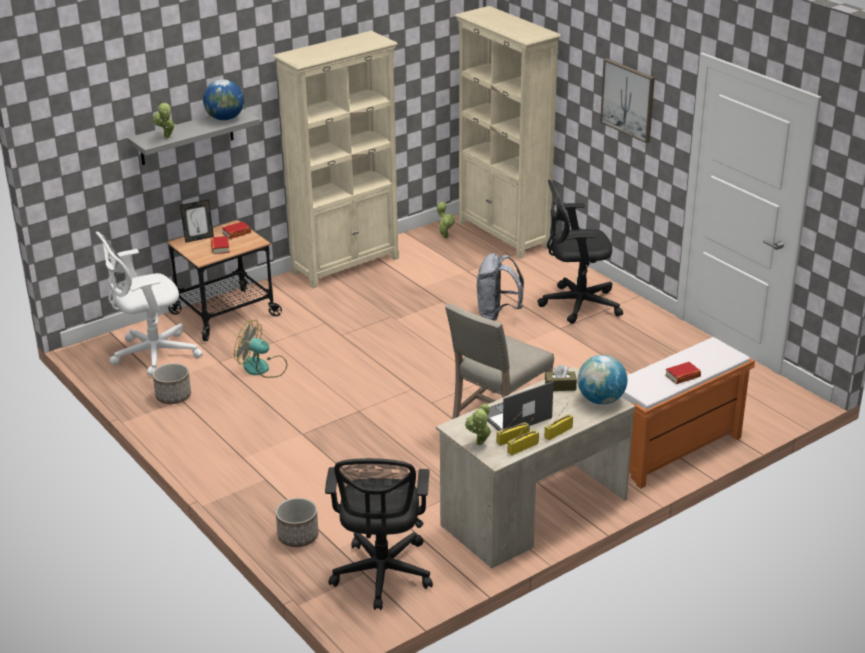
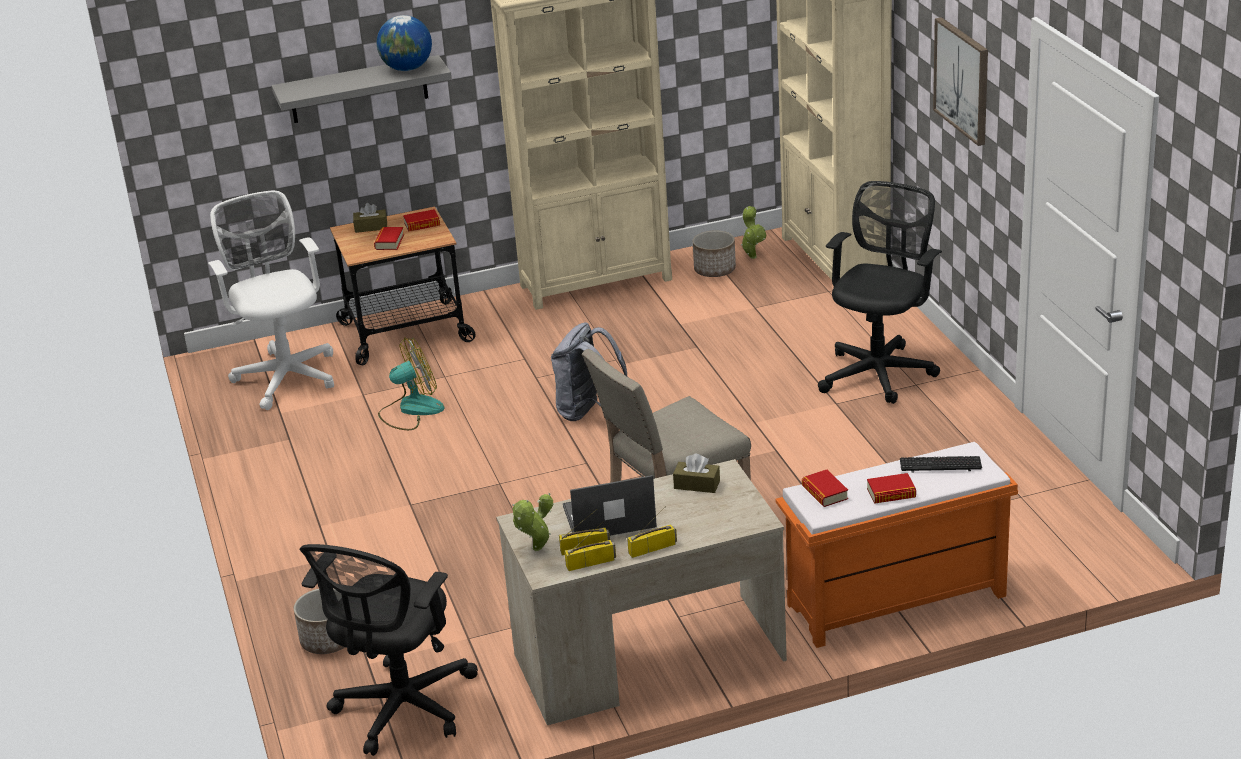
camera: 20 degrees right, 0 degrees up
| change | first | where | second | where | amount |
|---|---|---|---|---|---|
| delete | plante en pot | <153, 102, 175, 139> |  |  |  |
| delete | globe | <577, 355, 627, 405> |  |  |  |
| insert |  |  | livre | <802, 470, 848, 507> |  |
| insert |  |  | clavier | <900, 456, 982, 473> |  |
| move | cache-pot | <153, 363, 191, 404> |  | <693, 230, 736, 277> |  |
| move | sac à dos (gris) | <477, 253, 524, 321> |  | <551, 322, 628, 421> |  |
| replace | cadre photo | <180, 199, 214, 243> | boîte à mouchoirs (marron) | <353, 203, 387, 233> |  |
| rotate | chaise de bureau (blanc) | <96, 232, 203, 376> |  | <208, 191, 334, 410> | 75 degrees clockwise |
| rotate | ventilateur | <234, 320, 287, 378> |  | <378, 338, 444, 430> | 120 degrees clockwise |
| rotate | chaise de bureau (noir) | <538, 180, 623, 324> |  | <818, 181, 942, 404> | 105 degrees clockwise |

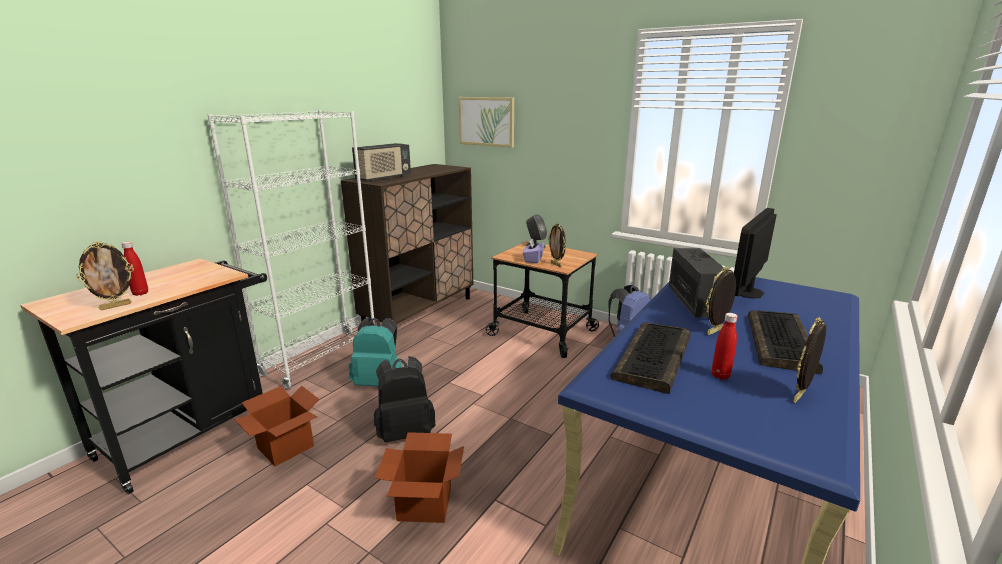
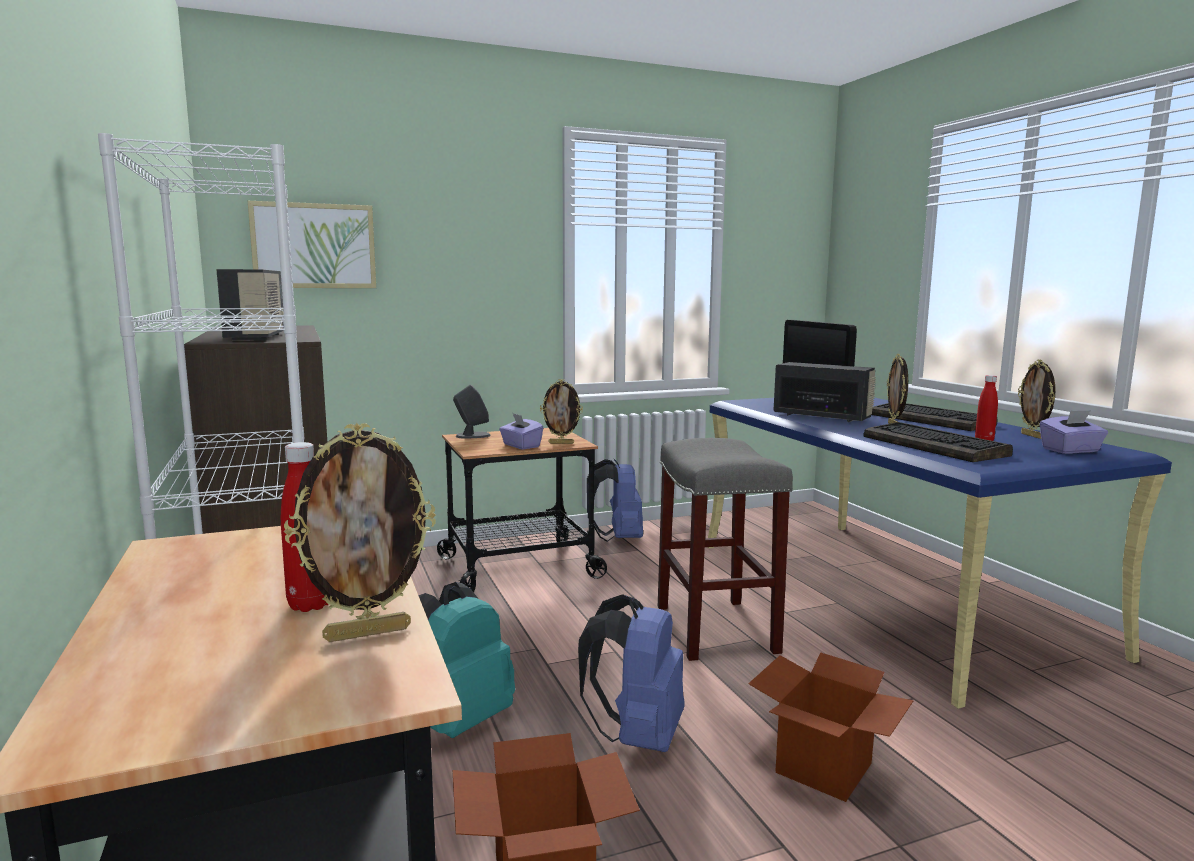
camera: 55 degrees left, 10 degrees down
| change | first | where | second | where | amount |
|---|---|---|---|---|---|
| insert |  |  | tabouret (gris) | <658, 438, 793, 661> |  |
| insert |  |  | boîte à mouchoirs (violet) | <1039, 410, 1108, 454> |  |
| recolor | sac à dos (noir) | <374, 356, 435, 442> | sac à dos (bleu) | <578, 594, 685, 752> |  |
| rotate | cadre photo | <76, 241, 134, 310> |  | <284, 423, 436, 642> | 75 degrees clockwise |

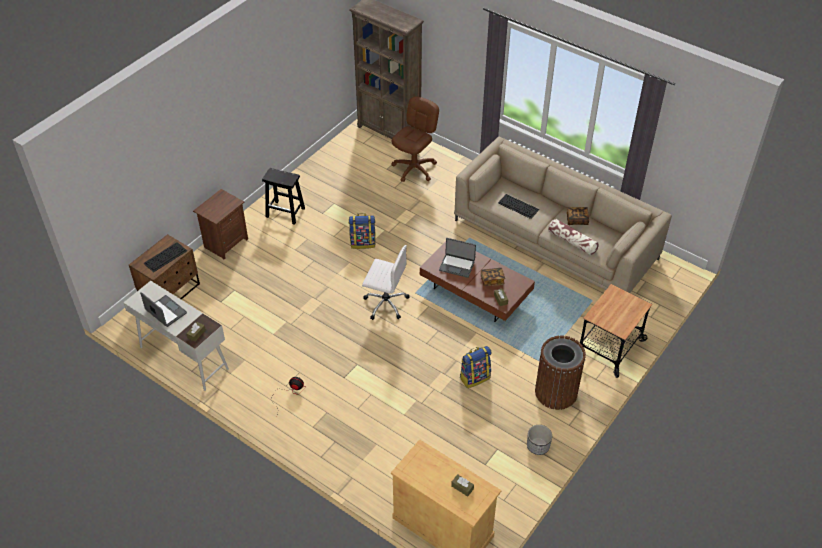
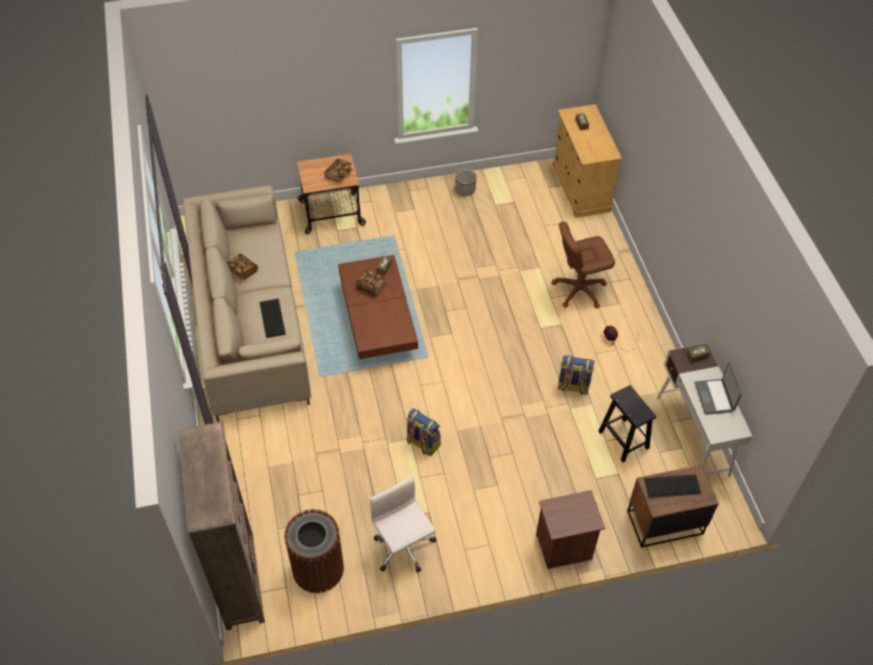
camera: 140 degrees left, 5 degrees up
| change | first | where | second | where | amount |
|---|---|---|---|---|---|
| delete | ordinateur portable | <439, 238, 476, 278> |  |  |  |
| delete | coussin | <548, 219, 599, 255> |  |  |  |
| insert |  |  | livre | <324, 159, 352, 182> |  |
| move | tabouret (noir) | <262, 168, 305, 225> |  | <598, 385, 656, 462> |  |
| move | chaise de bureau (blanc) | <362, 245, 410, 320> |  | <369, 476, 436, 573> |  |
| move | chaise de bureau (marron) | <391, 97, 439, 182> |  | <551, 222, 615, 308> |  |
| move | sac à dos | <460, 346, 492, 388> |  | <558, 355, 595, 395> |  |
| move | poubelle (marron) | <535, 335, 586, 410> |  | <284, 509, 344, 593> |  |

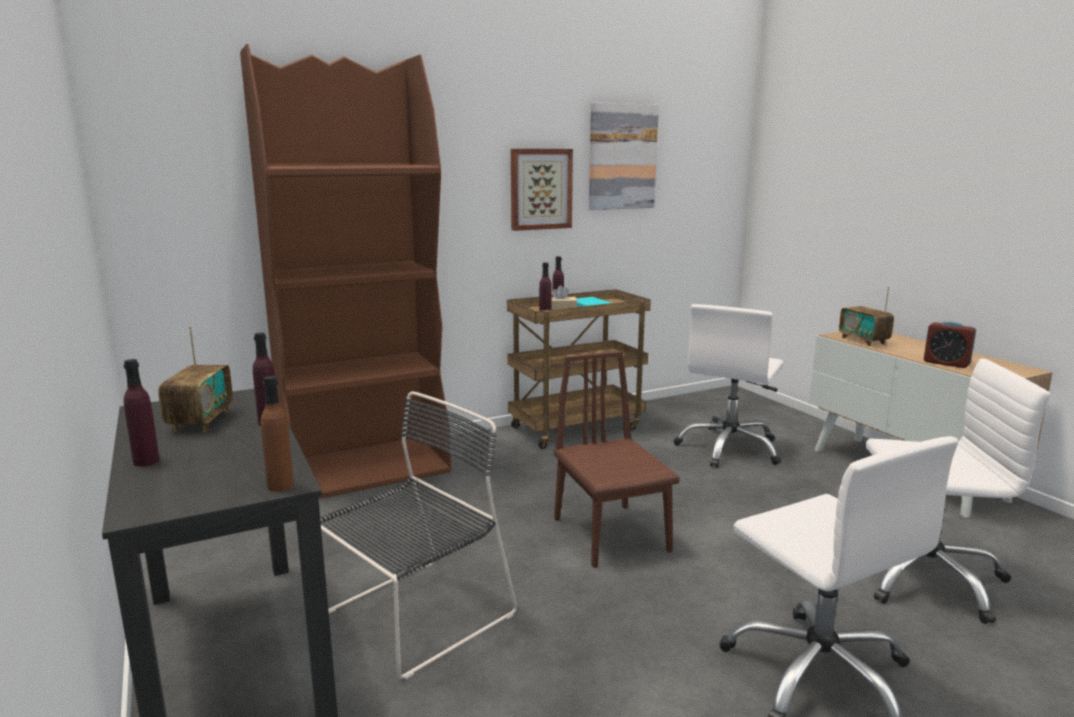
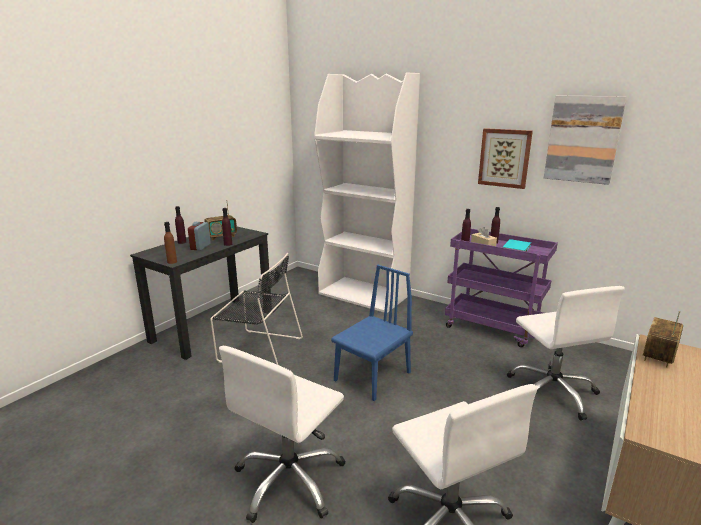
camera: 60 degrees right, 5 degrees up
| change | first | where | second | where | amount |
|---|---|---|---|---|---|
| move | réveil | <924, 321, 976, 368> |  | <188, 222, 211, 251> |  |
| recolor | bibliothèque (marron) | <240, 44, 451, 499> | bibliothèque (blanc) | <314, 72, 420, 313> |  |
| recolor | chariot (marron) | <507, 289, 651, 449> | chariot (violet) | <445, 229, 558, 347> |  |
| recolor | chaise (marron) | <554, 351, 680, 568> | chaise (bleu) | <331, 265, 413, 401> |  |
| rotate | chaise de bureau (blanc) | <674, 304, 783, 468> |  | <507, 286, 625, 421> | 105 degrees counterclockwise |

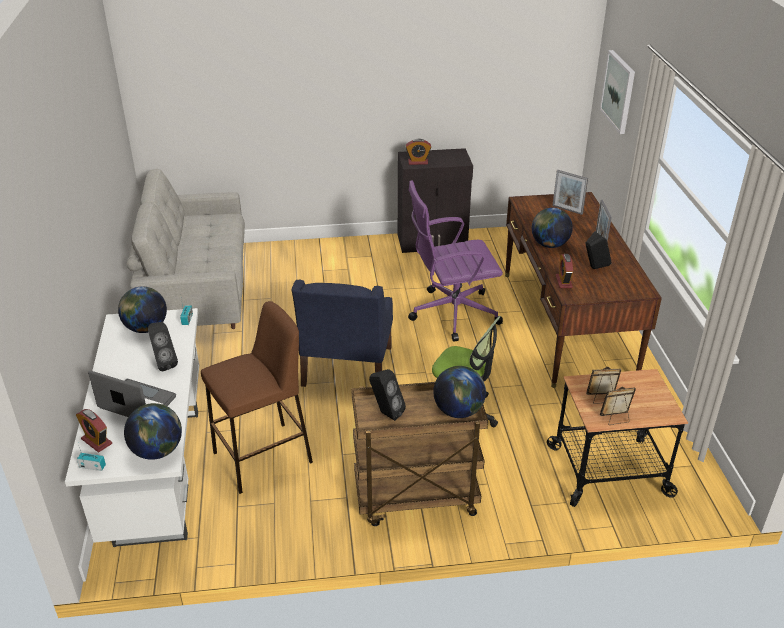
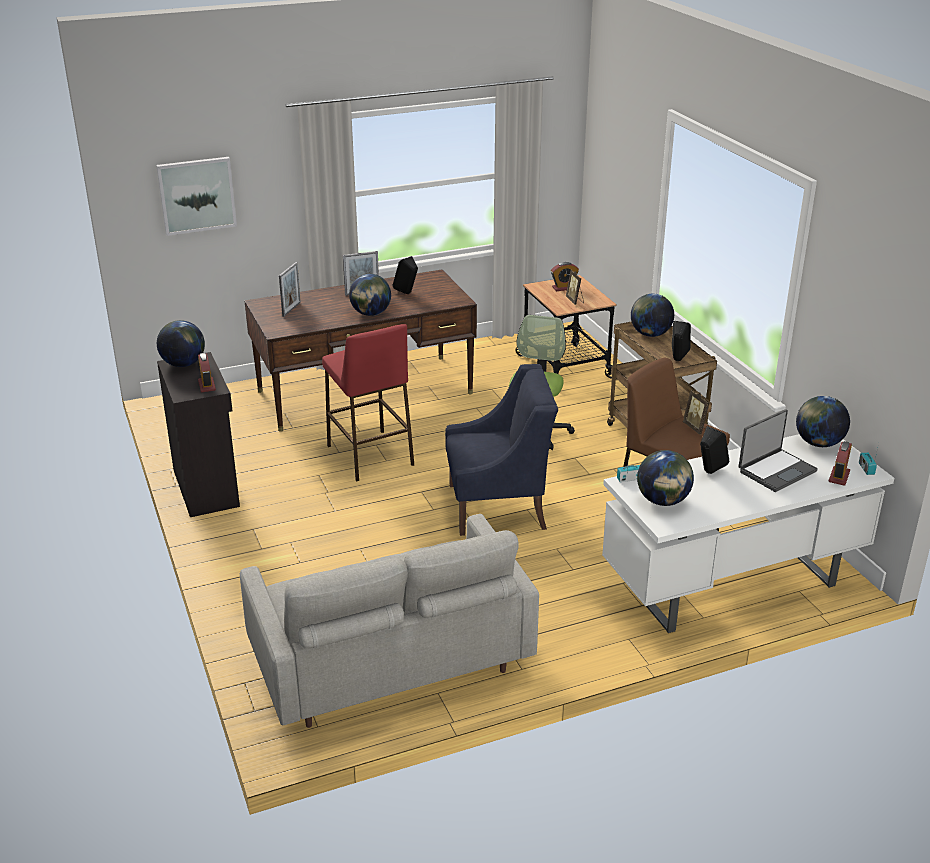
camera: 105 degrees left, 5 degrees down
| change | first | where | second | where | amount |
|---|---|---|---|---|---|
| insert |  |  | globe | <157, 320, 205, 367> |  |
| move | réveil | <556, 254, 573, 288> |  | <551, 262, 579, 291> |  |
| move | cadre photo | <600, 387, 636, 425> |  | <683, 390, 709, 435> |  |
| replace | chaise de bureau (violet) | <408, 180, 503, 341> | tabouret (rouge) | <322, 324, 414, 481> |  |
| rotate | ordinateur portable | <88, 370, 176, 417> |  | <739, 409, 818, 492> | 135 degrees counterclockwise |

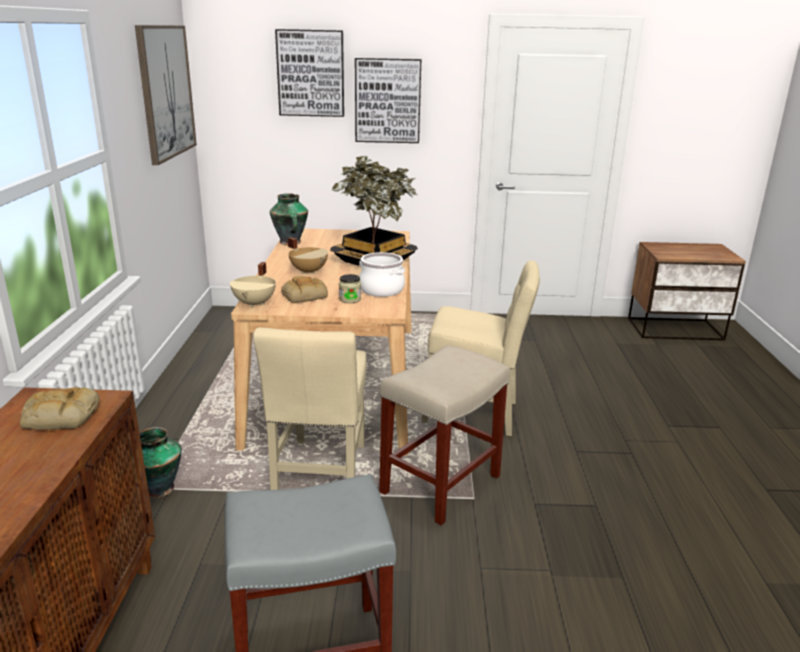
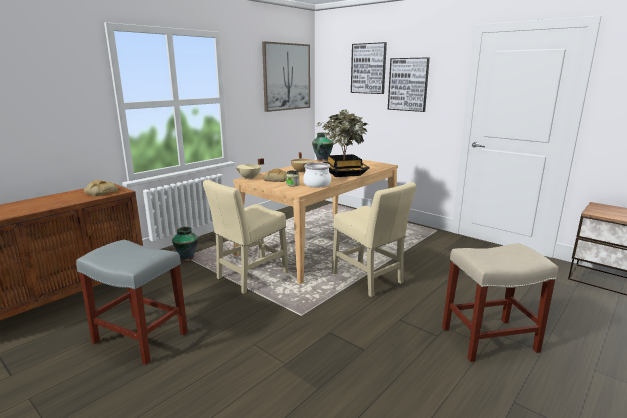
camera: 40 degrees right, 5 degrees down
| change | first | where | second | where | amount |
|---|---|---|---|---|---|
| move | tabouret (beige) | <379, 345, 510, 525> |  | <442, 243, 559, 362> |  |

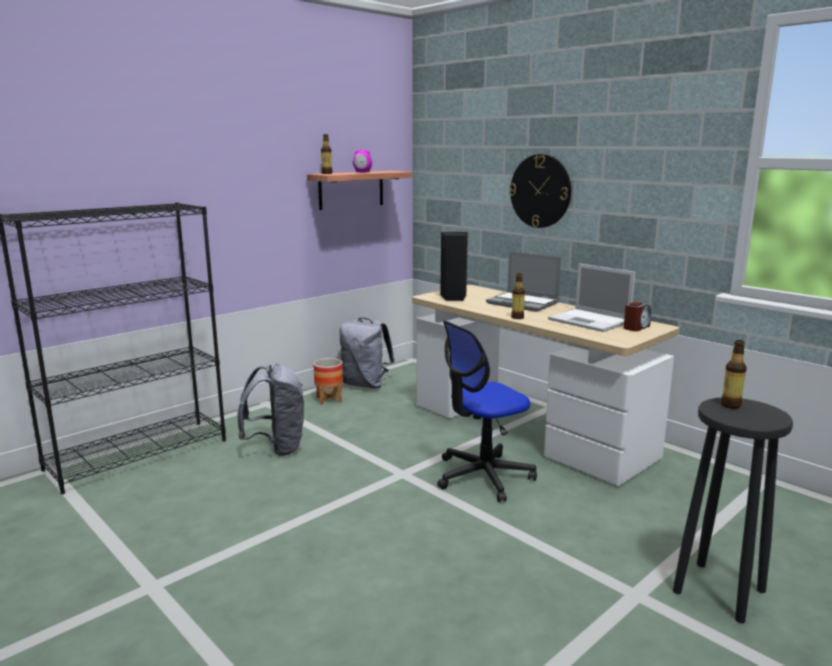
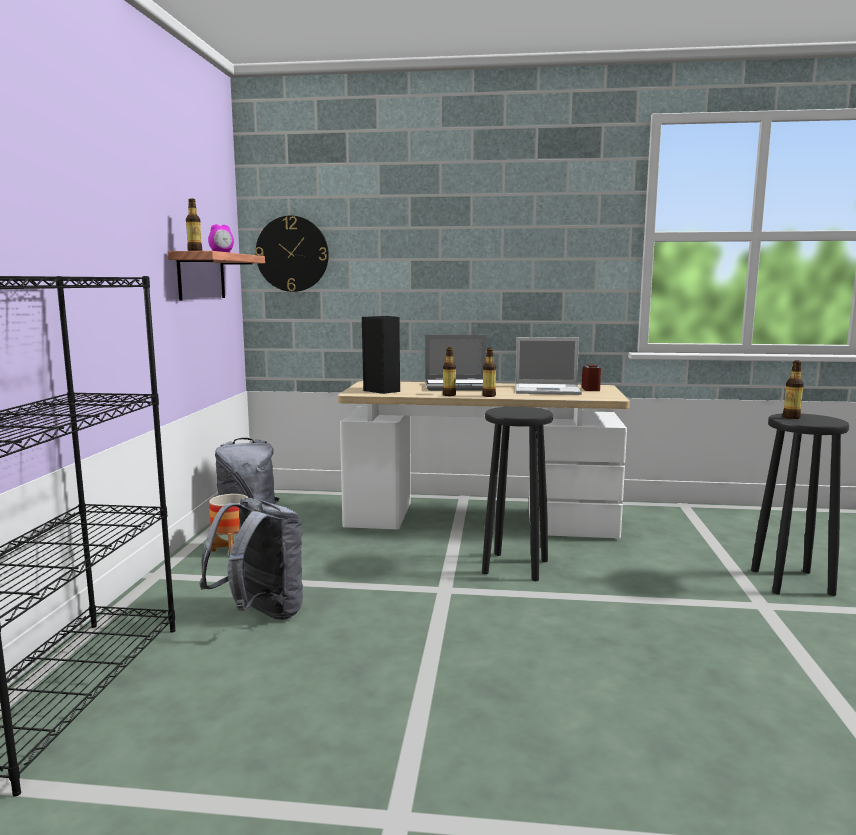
camera: 40 degrees left, 5 degrees down
| change | first | where | second | where | amount |
|---|---|---|---|---|---|
| insert |  |  | bouteille | <443, 347, 456, 396> |  |
| move | horloge murale | <509, 154, 571, 228> |  | <255, 216, 329, 292> |  |
| replace | chaise de bureau | <437, 320, 537, 502> | tabouret (noir) | <482, 406, 553, 581> |  |

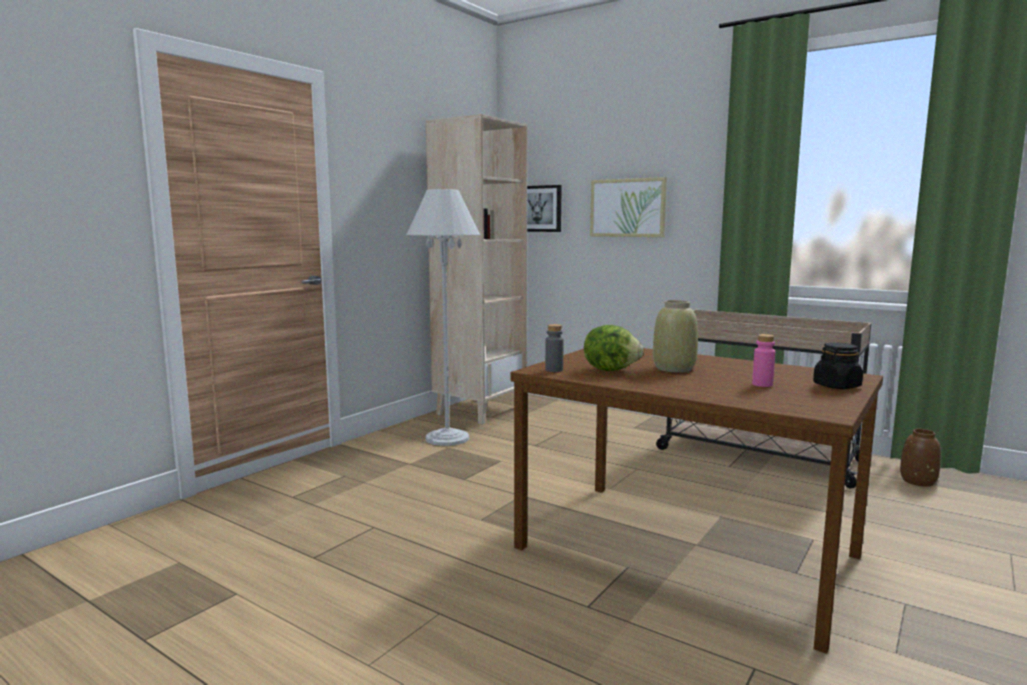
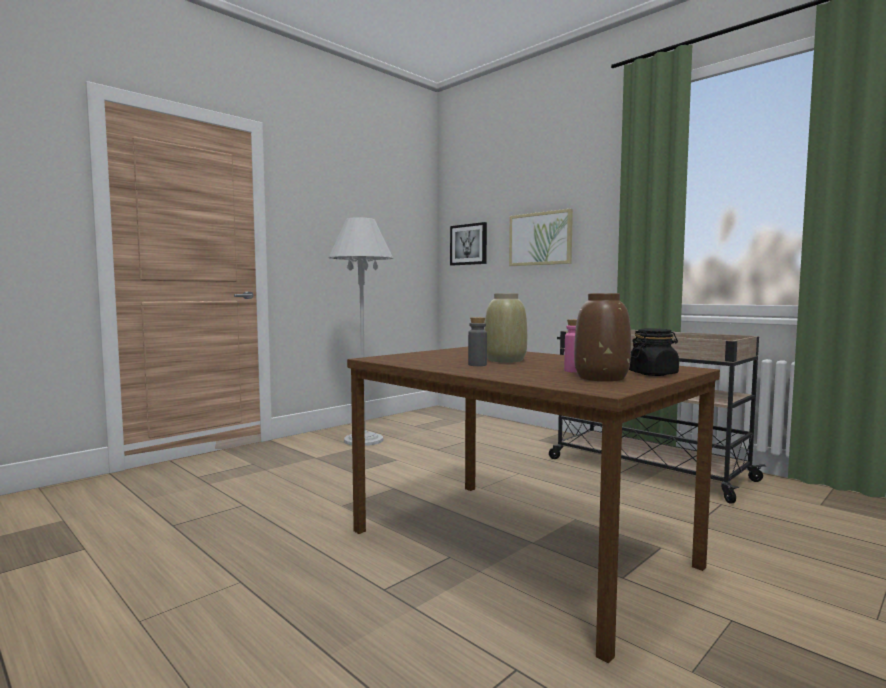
camera: 10 degrees right, 5 degrees down
| change | first | where | second | where | amount |
|---|---|---|---|---|---|
| delete | bibliothèque (beige) | <426, 114, 528, 424> |  |  |  |
| delete | laitue | <584, 325, 644, 371> |  |  |  |
| move | bouteille (gris) | <545, 324, 563, 372> |  | <468, 317, 487, 366> |  |
| move | vase (marron) | <900, 429, 941, 487> |  | <574, 293, 631, 382> |  |

